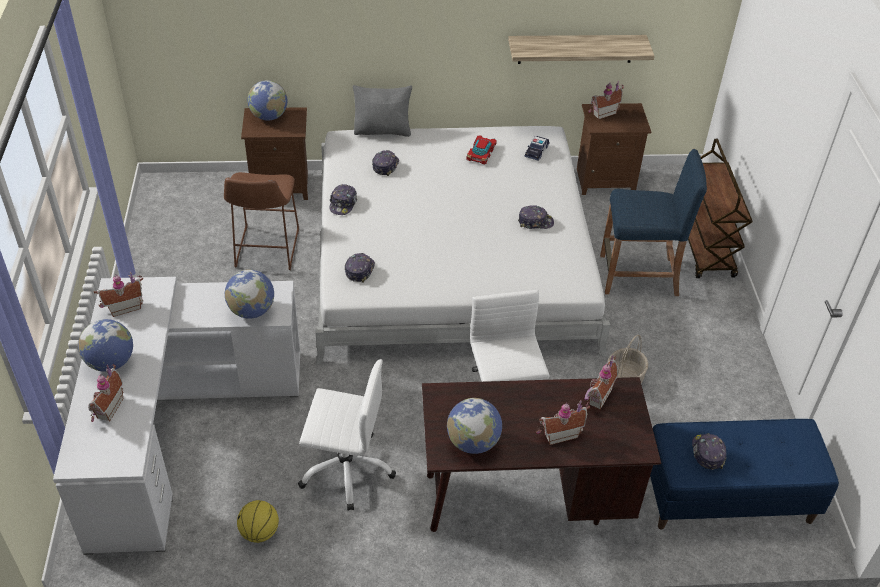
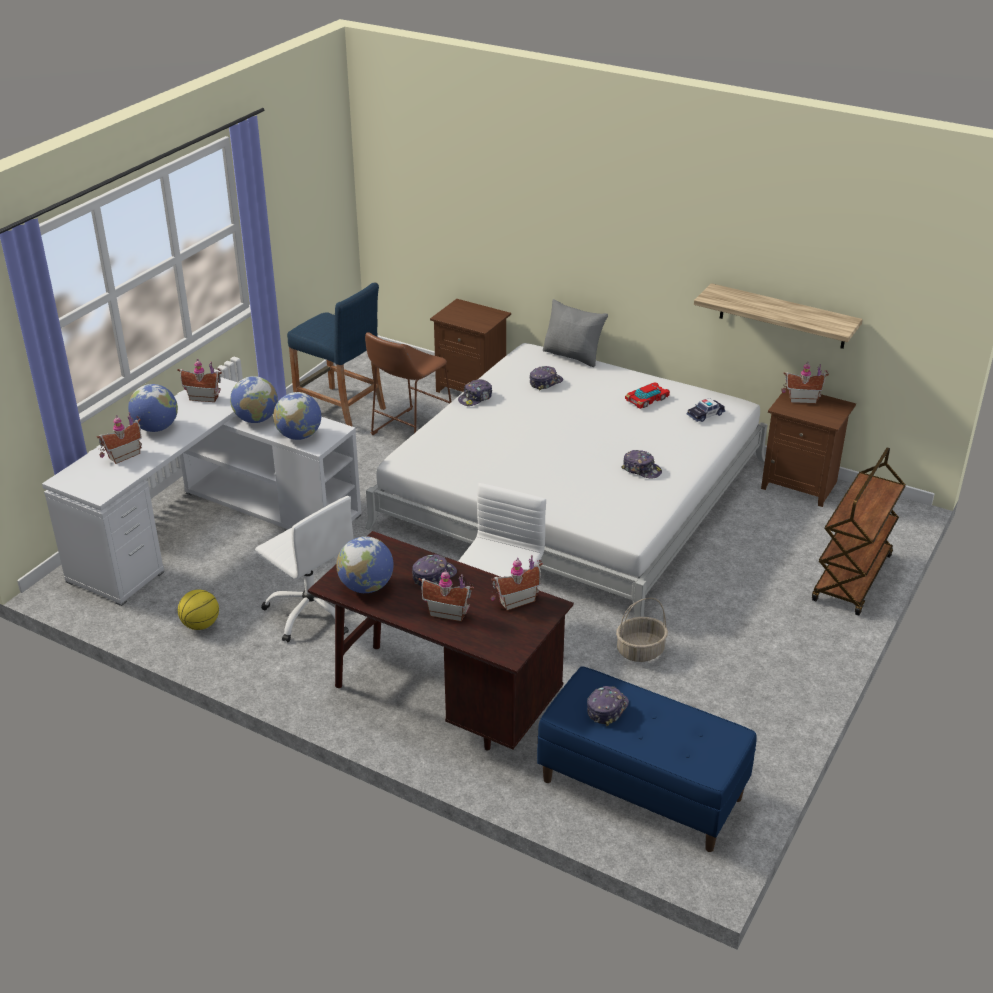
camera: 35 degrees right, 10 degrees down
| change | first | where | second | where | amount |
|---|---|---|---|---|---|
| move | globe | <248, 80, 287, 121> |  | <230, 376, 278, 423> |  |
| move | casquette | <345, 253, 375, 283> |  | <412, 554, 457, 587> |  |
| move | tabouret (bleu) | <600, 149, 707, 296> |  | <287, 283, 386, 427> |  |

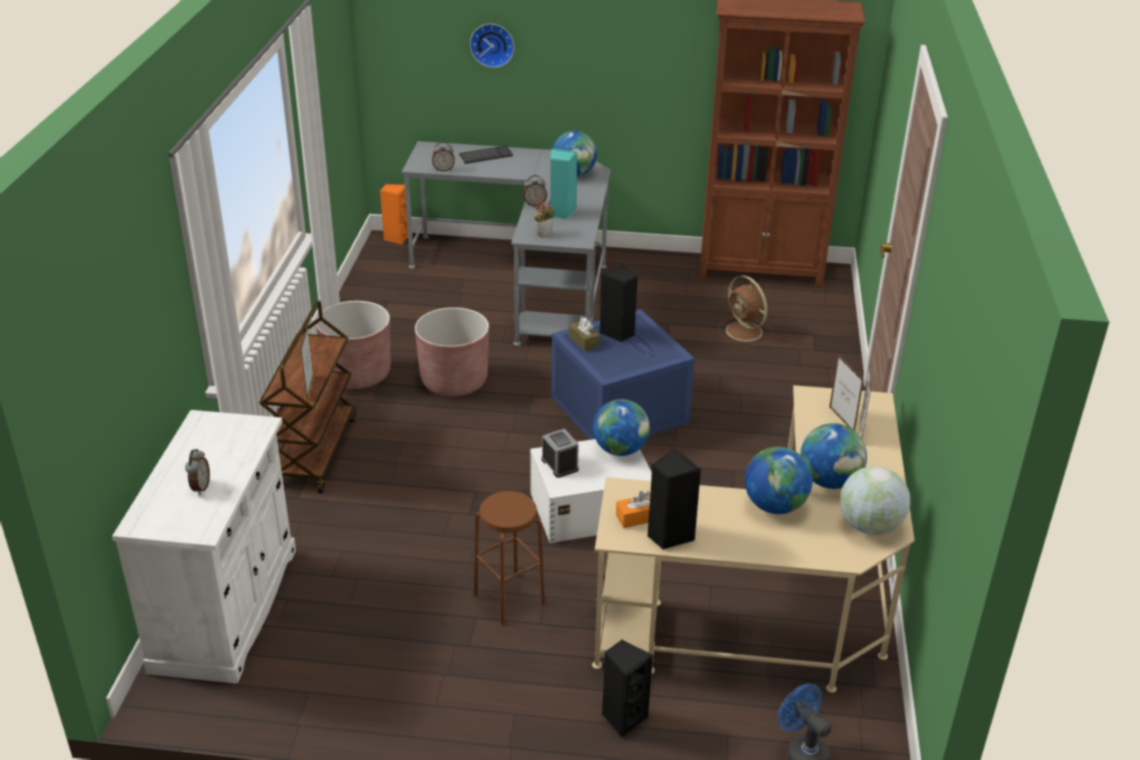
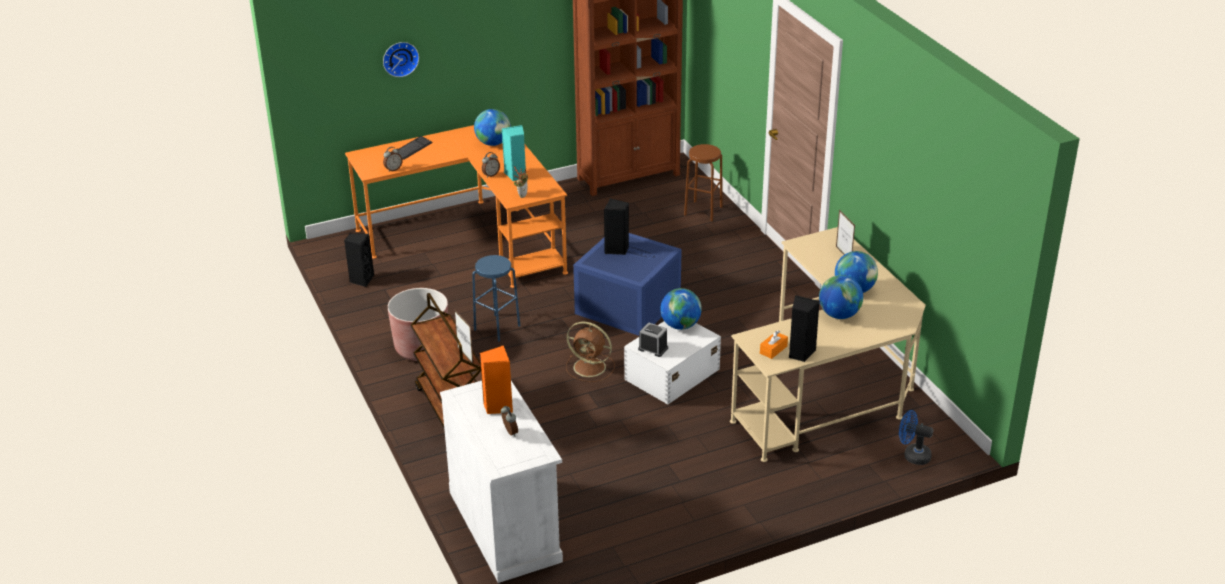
camera: 30 degrees left, 0 degrees up
| change | first | where | second | where | amount |
|---|---|---|---|---|---|
| delete | boîte à mouchoirs (marron) | <569, 317, 600, 351> |  |  |  |
| delete | cadre photo | <830, 354, 864, 431> |  |  |  |
| delete | globe | <840, 466, 910, 535> |  |  |  |
| move | enceinte (orange) | <380, 184, 408, 244> |  | <480, 345, 513, 414> |  |
| move | tabouret (marron) | <474, 491, 545, 625> |  | <684, 144, 723, 221> |  |
| move | enceinte (noir) | <602, 639, 653, 739> |  | <344, 233, 374, 287> |  |
| move | ventilateur (marron) | <718, 275, 774, 347> |  | <566, 322, 615, 382> |  |
| replace | cache-pot (marron) | <415, 307, 489, 397> | tabouret (bleu) | <472, 255, 520, 342> |  |
| recolor | bureau (gris) | <402, 141, 611, 346> | bureau (orange) | <345, 125, 568, 288> |  |

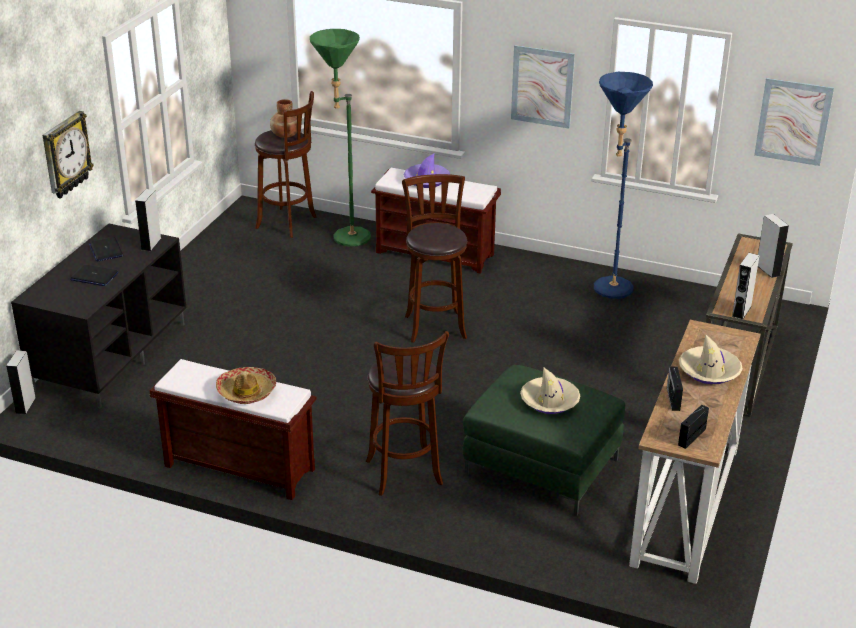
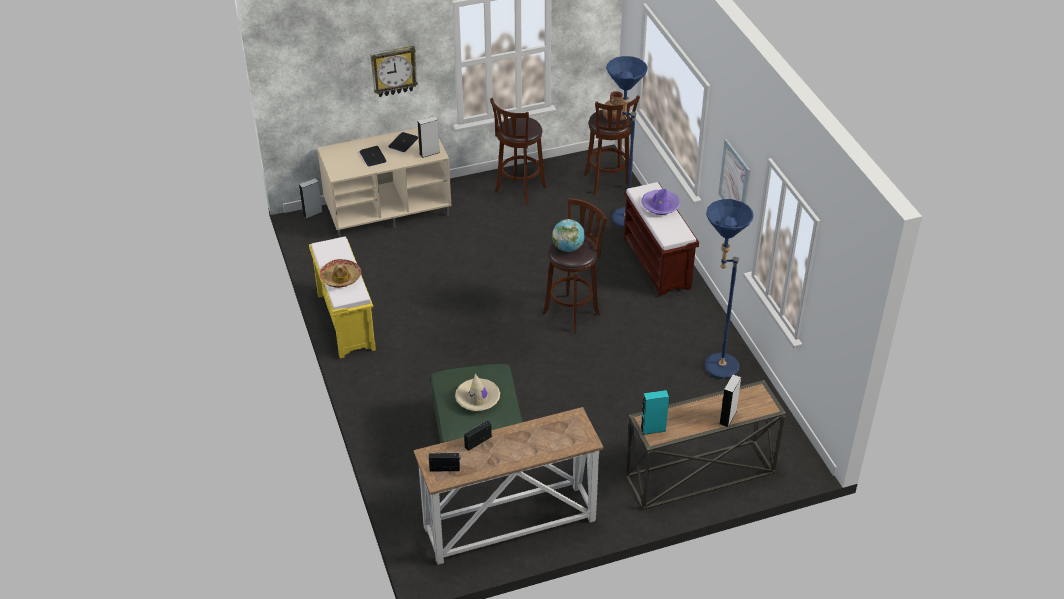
camera: 50 degrees right, 10 degrees up
| change | first | where | second | where | amount |
|---|---|---|---|---|---|
| delete | chapeau (beige) | <679, 334, 743, 384> |  |  |  |
| delete | tableau | <754, 78, 834, 166> |  |  |  |
| insert |  |  | globe | <552, 219, 585, 252> |  |
| move | tabouret (marron) | <366, 331, 449, 496> |  | <490, 98, 547, 206> |  |
| recolor | meuble télé (noir) | <11, 224, 186, 408> | meuble télé (beige) | <317, 128, 451, 238> |  |
| recolor | banc (marron) | <149, 359, 317, 500> | banc (jaune) | <309, 237, 376, 358> |  |
| recolor | lampadaire (vert) | <310, 29, 371, 247> | lampadaire (bleu) | <606, 56, 648, 227> |  |
| recolor | enceinte (gris) | <732, 253, 760, 320> | enceinte (turquoise) | <641, 390, 669, 435> |  |

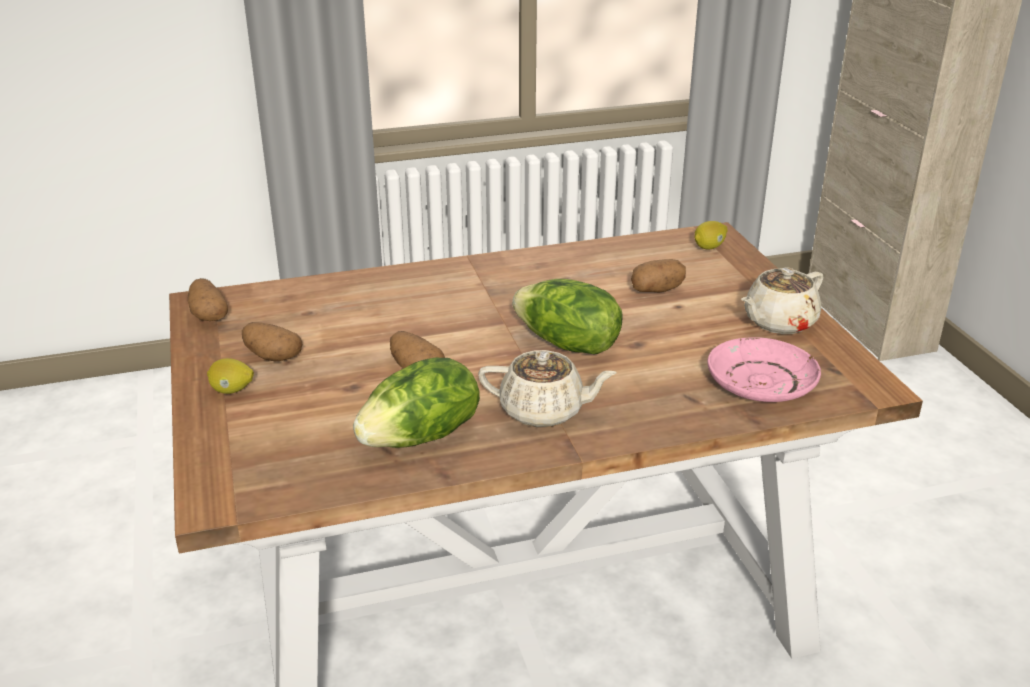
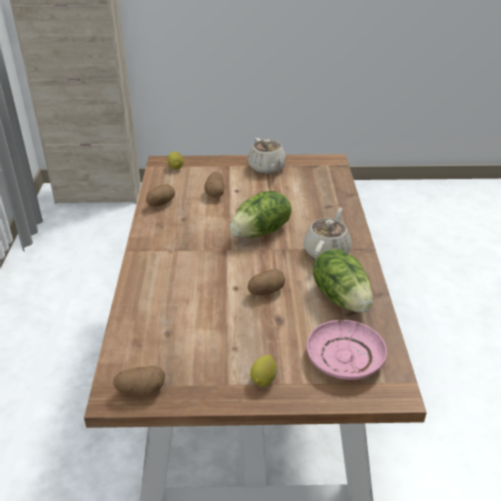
camera: 75 degrees left, 5 degrees up
| change | first | where | second | where | amount |
|---|---|---|---|---|---|
| move | pomme de terre | <242, 322, 302, 361> |  | <146, 184, 175, 206> |  |
| move | assiette (rose) | <707, 337, 821, 402> |  | <307, 320, 387, 380> |  |

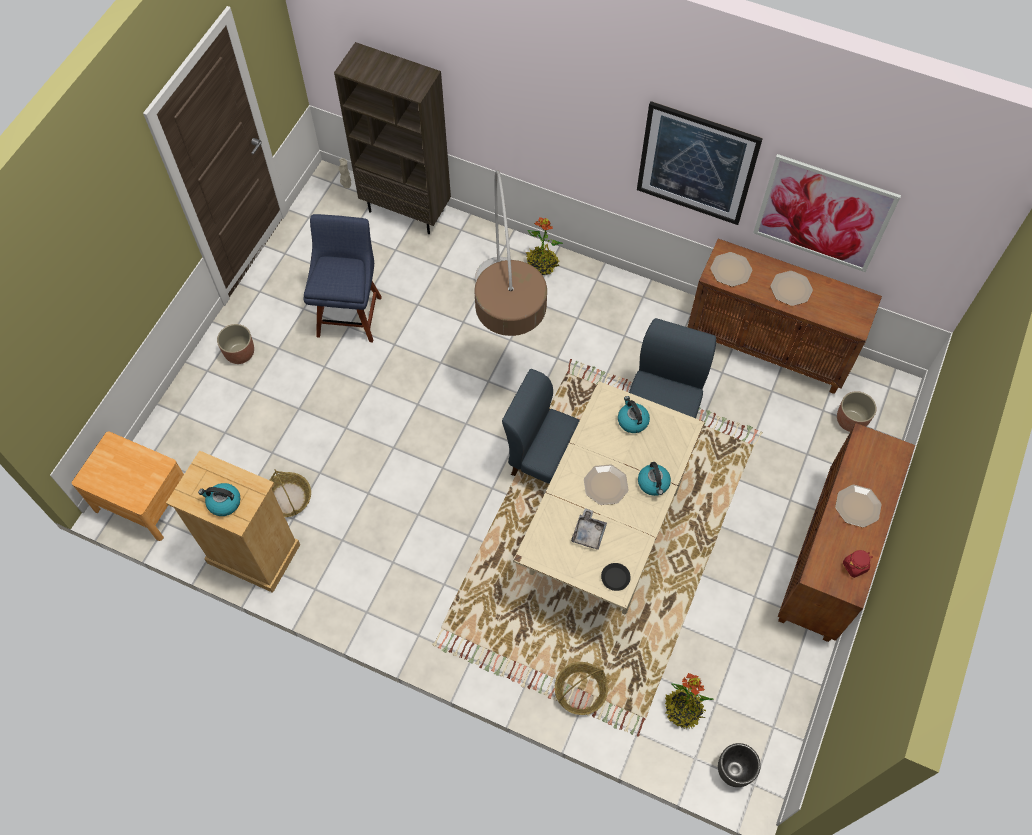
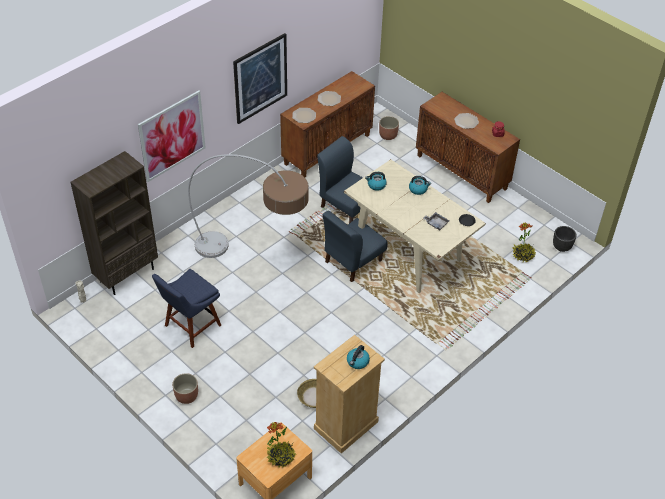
camera: 70 degrees left, 15 degrees down
| change | first | where | second | where | amount |
|---|---|---|---|---|---|
| delete | panier | <555, 662, 608, 715> |  |  |  |
| delete | assiette | <584, 464, 629, 505> |  |  |  |
| move | plante en pot | <526, 217, 563, 275> |  | <267, 422, 296, 468> |  |
| move | tableau | <753, 154, 901, 272> |  | <138, 90, 206, 182> |  |
| rotate | chaise (bleu) | <304, 214, 382, 342> |  | <152, 269, 221, 348> | 75 degrees counterclockwise |

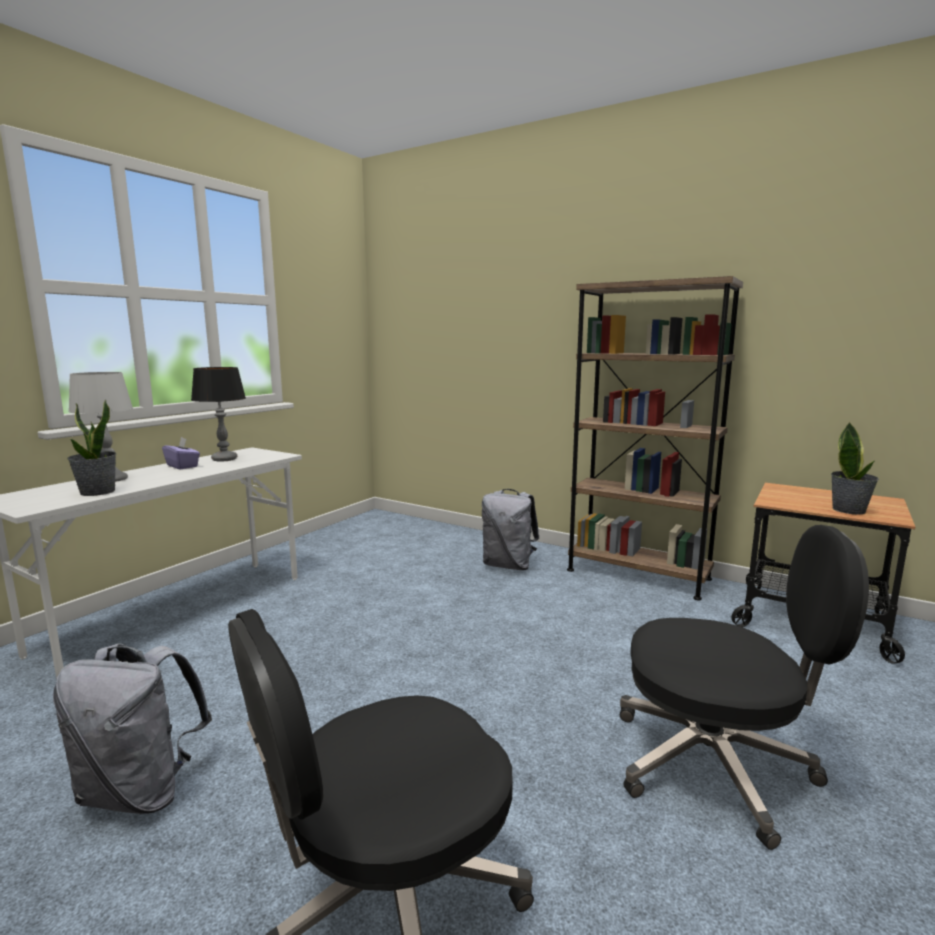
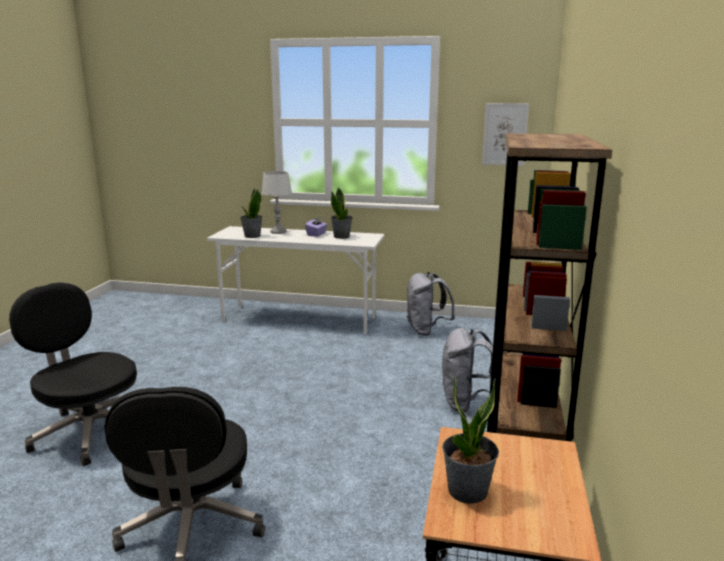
camera: 70 degrees right, 5 degrees up
| change | first | where | second | where | amount |
|---|---|---|---|---|---|
| insert |  |  | tableau | <482, 103, 529, 166> |  |
| move | sac à dos (gris) | <53, 643, 212, 814> |  | <407, 272, 455, 336> |  |
| replace | lampe de table | <191, 367, 246, 462> | plante en pot | <331, 187, 353, 239> |  |

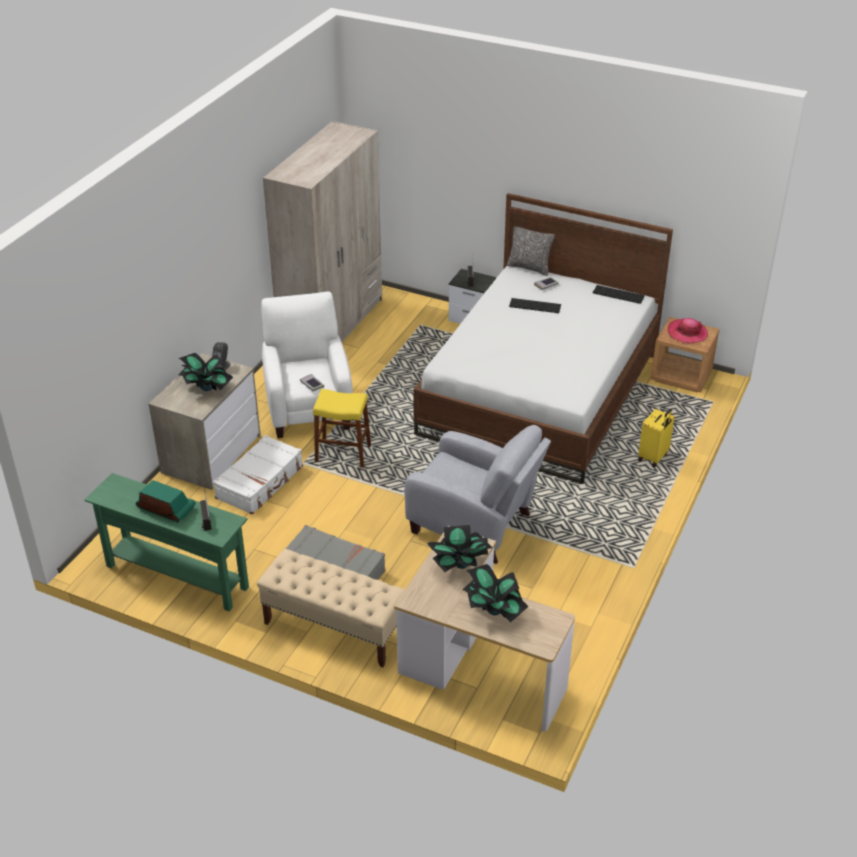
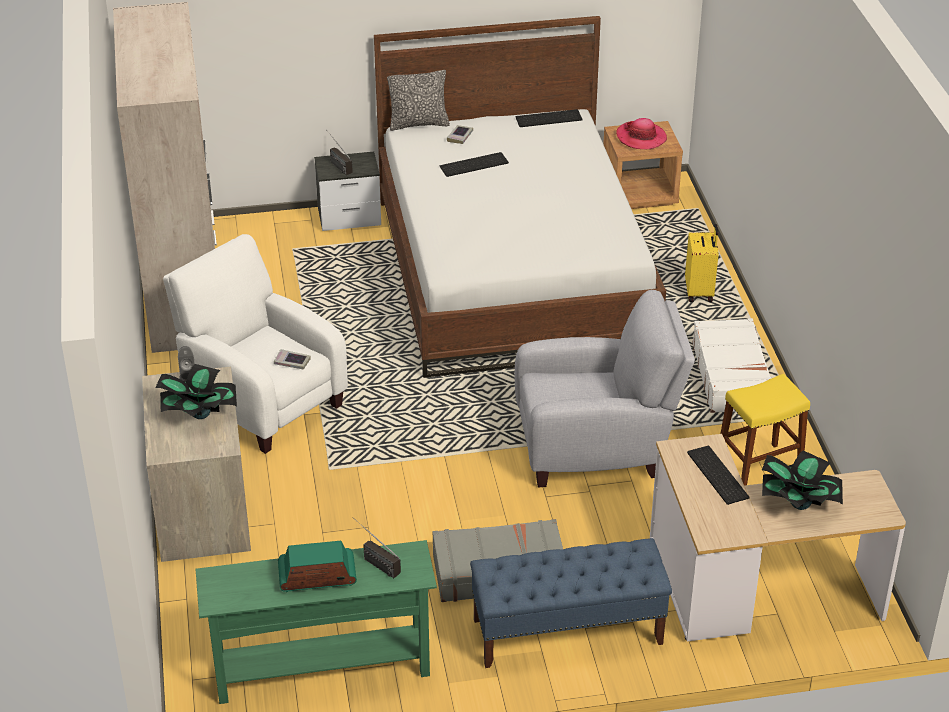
camera: 35 degrees left, 0 degrees up
| change | first | where | second | where | amount |
|---|---|---|---|---|---|
| move | valise (blanc) | <213, 435, 303, 514> |  | <692, 318, 772, 413> |  |
| move | tabouret (jaune) | <313, 389, 371, 468> |  | <720, 374, 810, 486> |  |
| replace | plante en pot | <427, 525, 493, 572> | clavier | <687, 446, 750, 505> |  |
| recolor | banc (beige) | <257, 549, 405, 667> | banc (bleu) | <470, 538, 672, 668> |  |

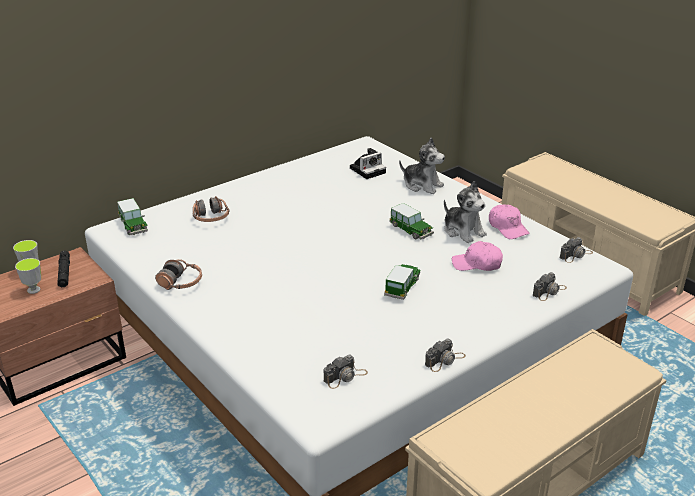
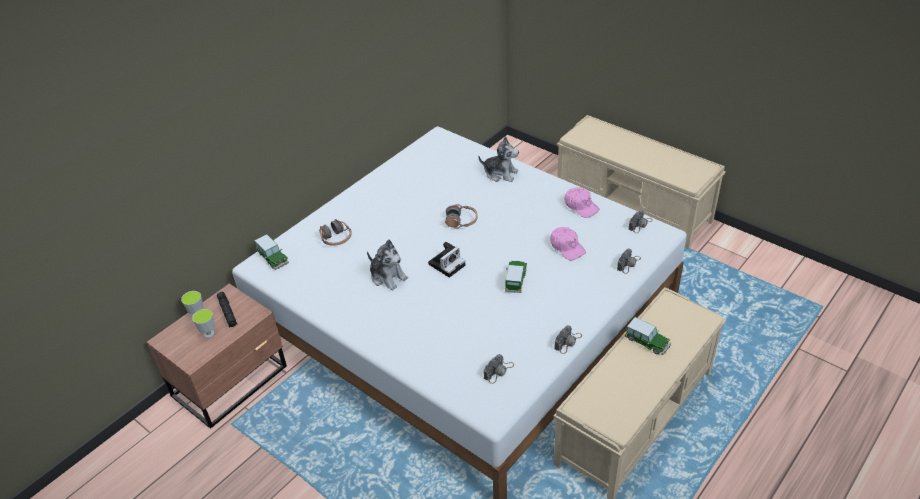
camera: 10 degrees left, 10 degrees up
| change | first | where | second | where | amount |
|---|---|---|---|---|---|
| move | casque audio | <155, 259, 202, 290> |  | <445, 204, 477, 229> |  |
| move | appareil photo | <350, 148, 386, 179> |  | <428, 242, 465, 278> |  |
| move | petite voiture | <389, 203, 434, 240> |  | <625, 317, 671, 355> |  |
| move | peluche | <444, 181, 487, 243> |  | <367, 239, 408, 291> |  |
| rotate | casquette (rose) | <452, 241, 503, 271> |  | <550, 227, 586, 260> | 120 degrees counterclockwise |

